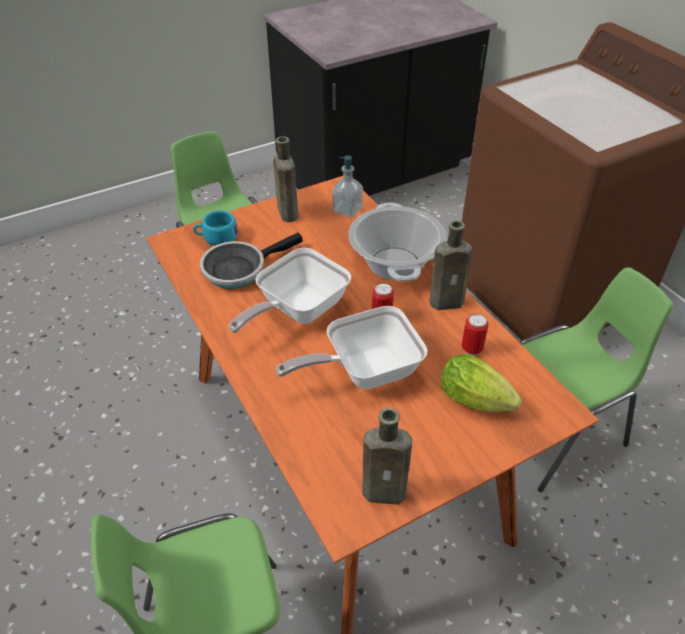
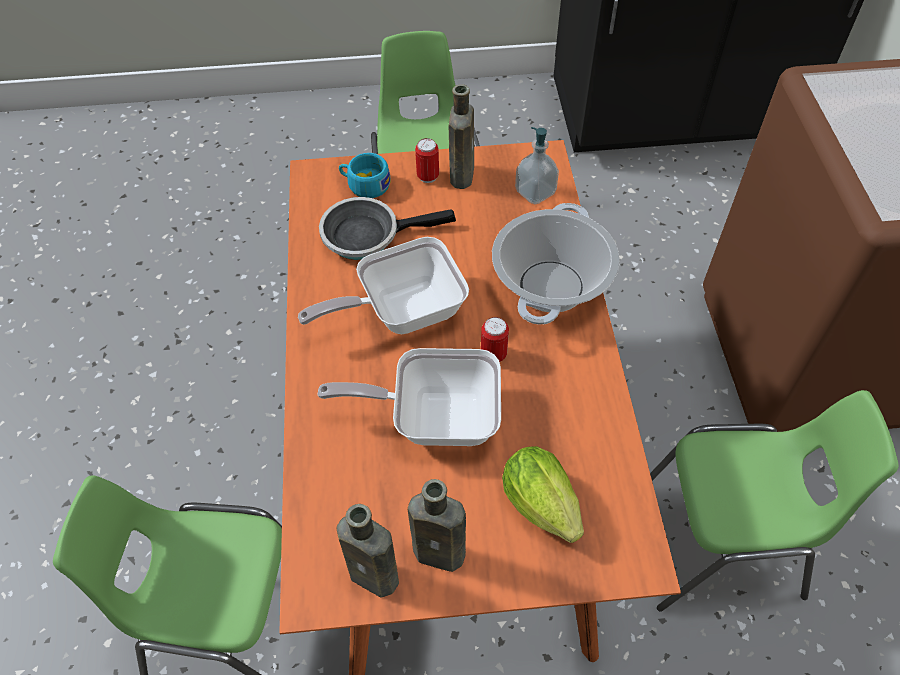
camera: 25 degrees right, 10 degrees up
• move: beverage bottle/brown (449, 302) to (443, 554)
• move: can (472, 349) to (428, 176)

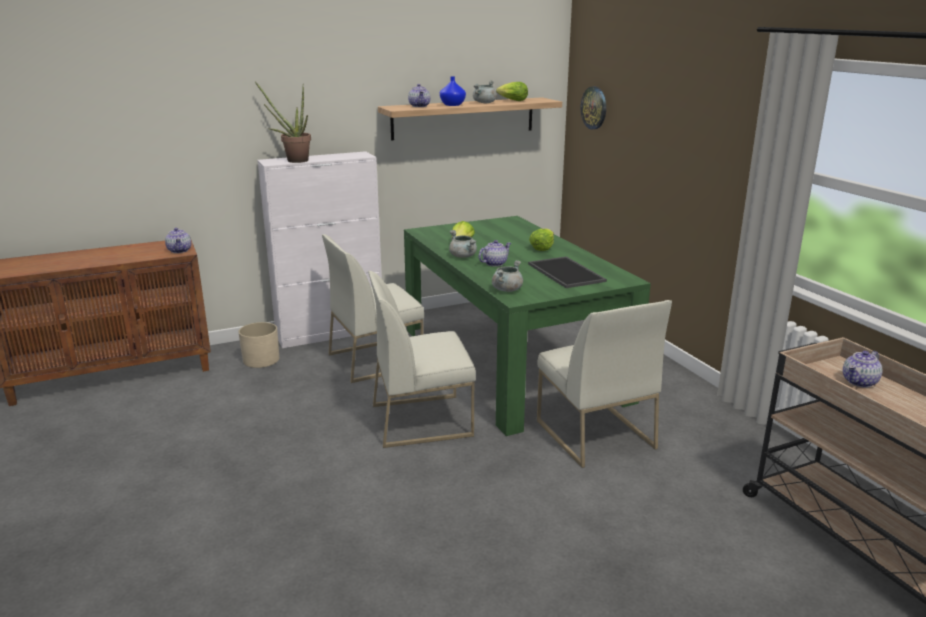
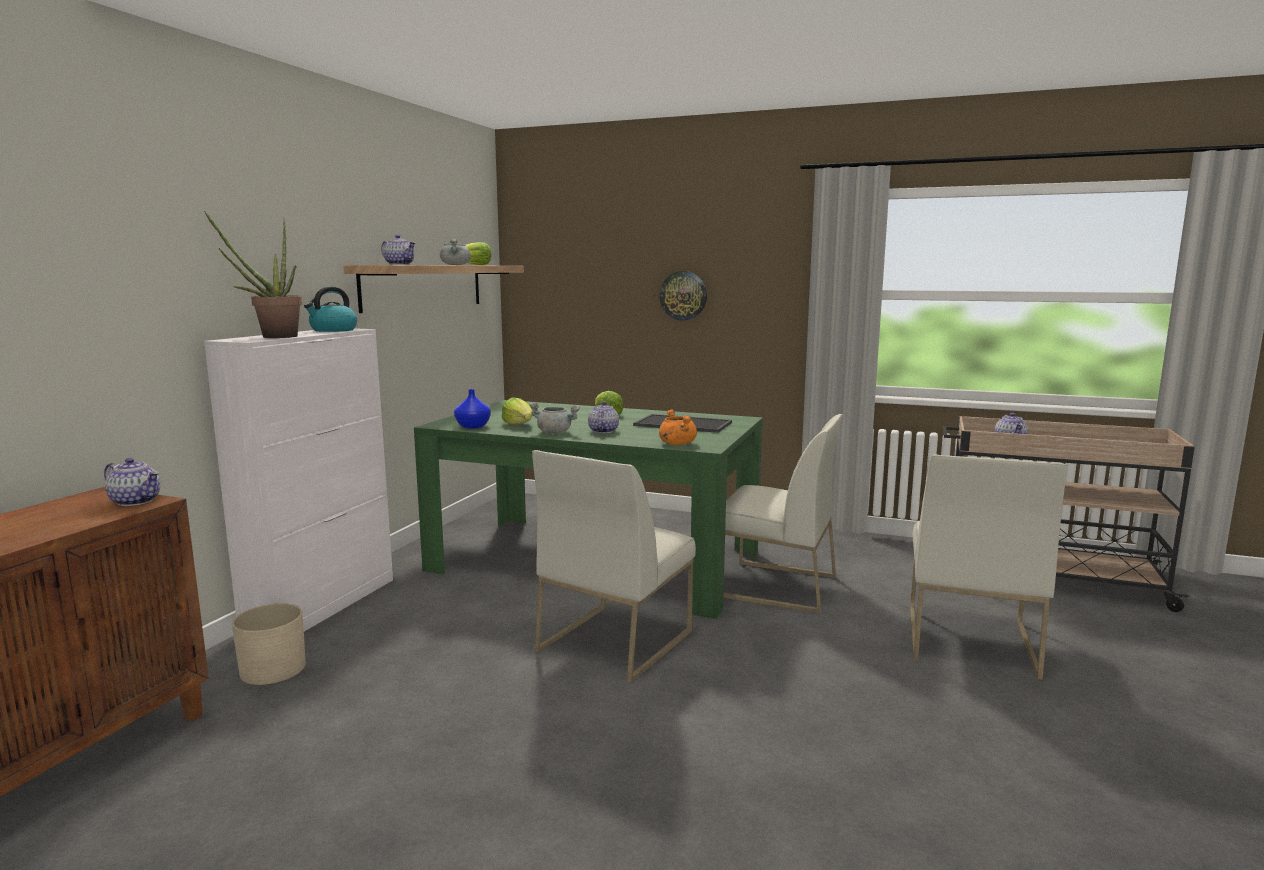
camera: 45 degrees left, 10 degrees down
• move: plain chair/white (376, 360) to (968, 640)
• move: decorative vase/blue-coloured (453, 105) to (473, 426)
• recolor: cooking pot/grey (507, 289) to cooking pot/orangey (676, 443)
• move: hanging clock (594, 108) to (683, 295)
• insert: kettle (333, 330)

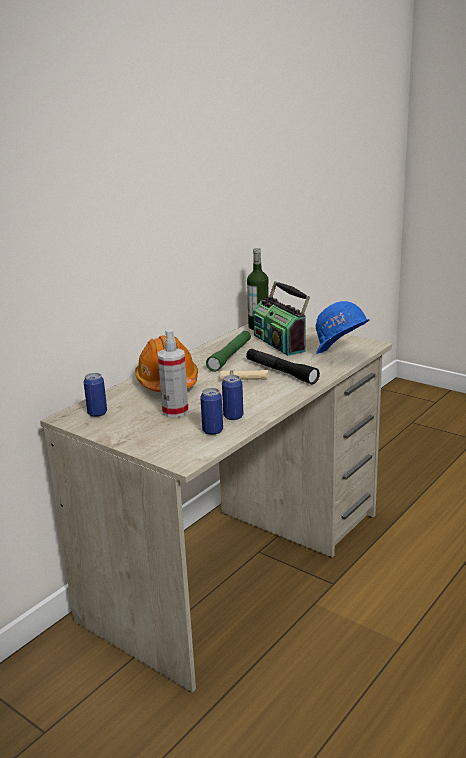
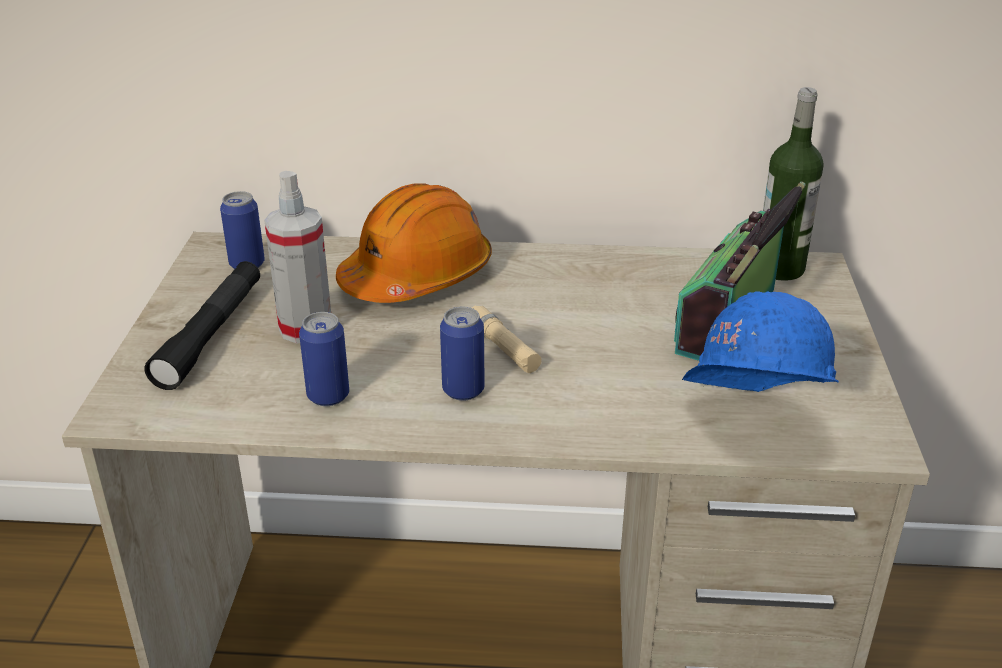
camera: 55 degrees right, 10 degrees up
• move: can (212, 431) to (463, 390)
• delete: flashlight/green-coloured (230, 356)
• move: flashlight/black (281, 372) to (211, 334)

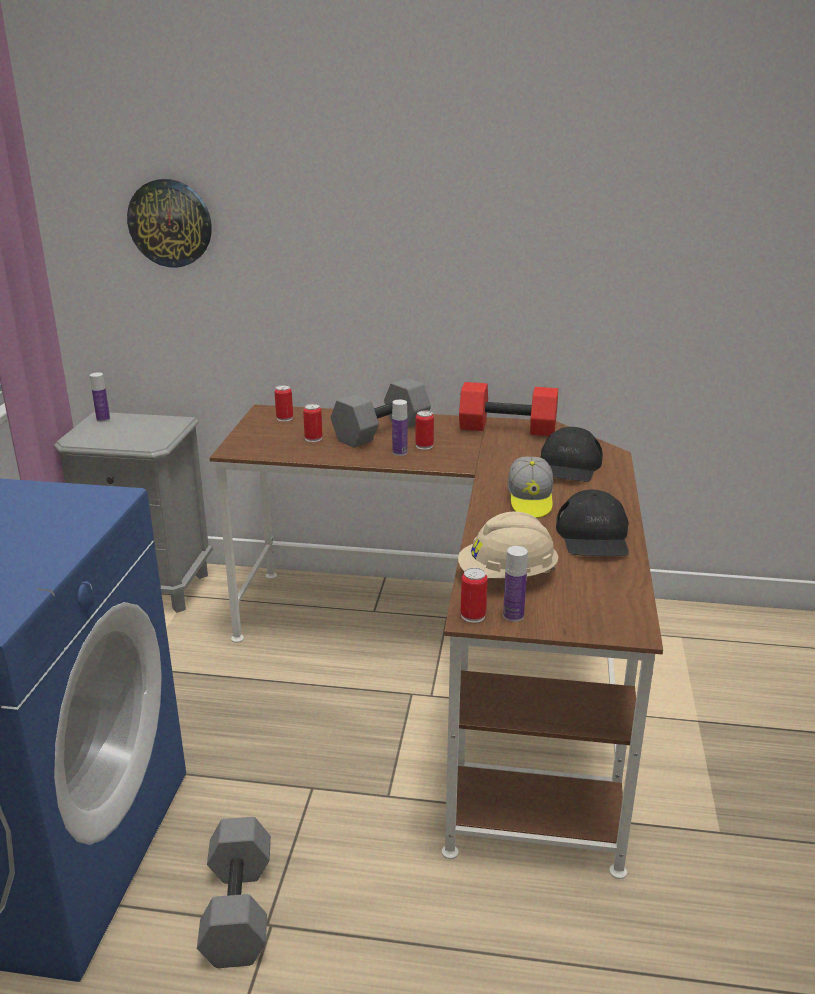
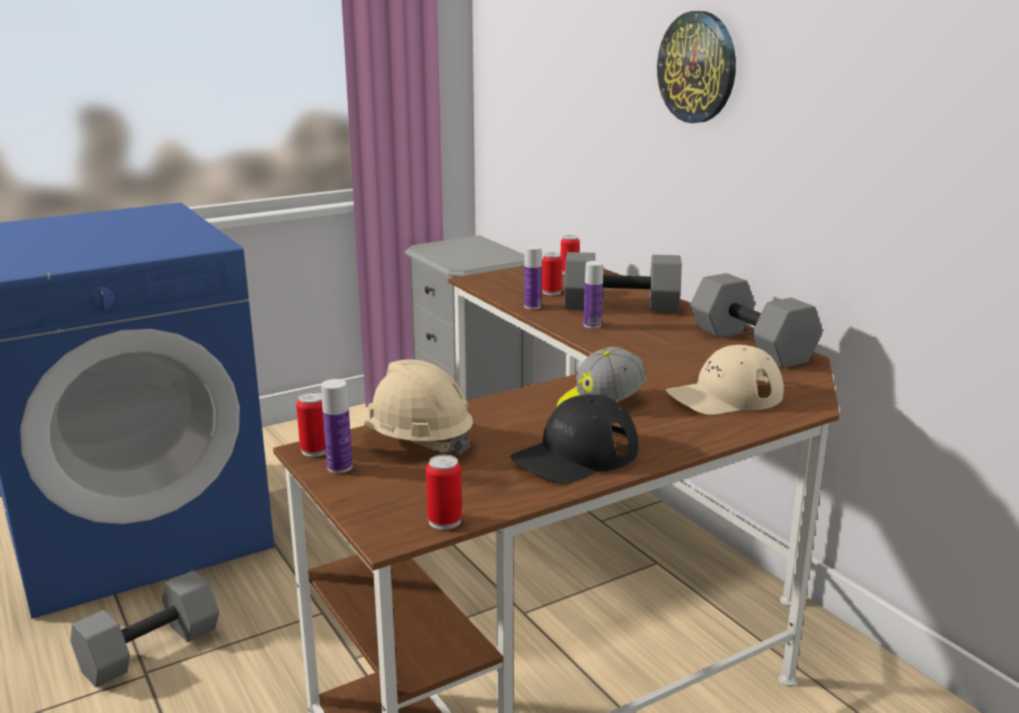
camera: 50 degrees right, 5 degrees down
• move: beverage bottle (103, 419) to (532, 306)
• move: hanging clock (170, 223) to (697, 67)
• move: can (424, 446) to (445, 521)
• recolor: dumbbell/reddish (506, 429) to dumbbell/grey (748, 345)
• recolor: baseball cap/black (569, 466) to baseball cap/beige (724, 396)

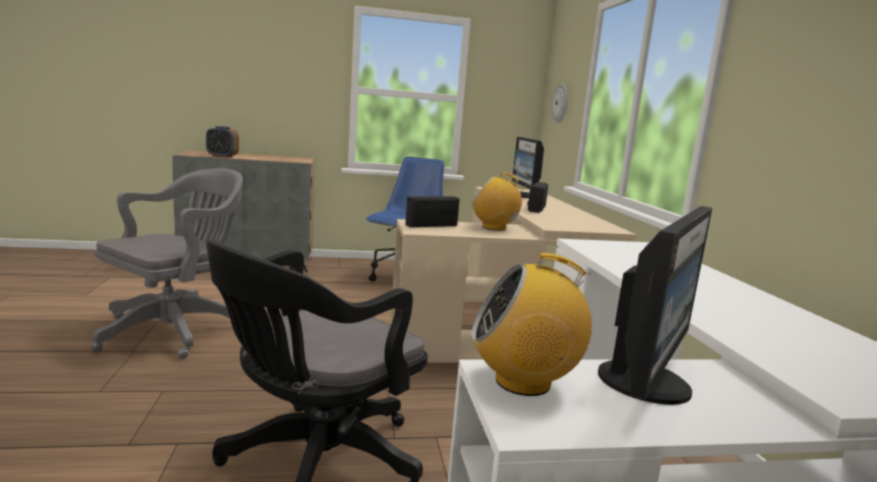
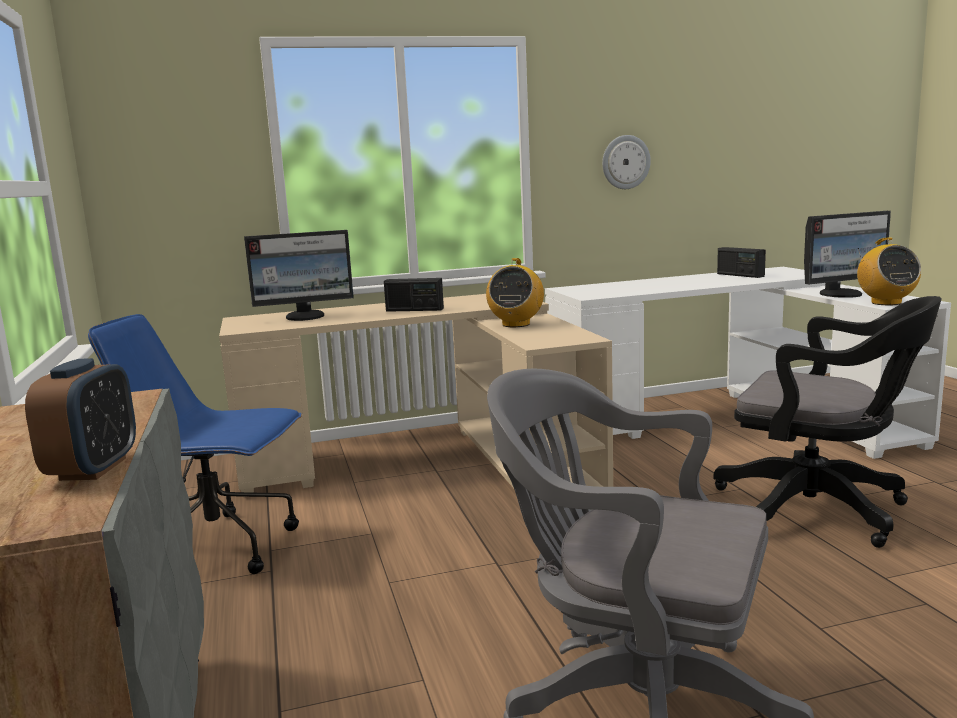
camera: 95 degrees left, 0 degrees up
• move: radio (431, 225) to (740, 275)
• move: hanging clock (560, 103) to (625, 162)
• rotate: monitor (647, 383) = (842, 294) 135 degrees clockwise

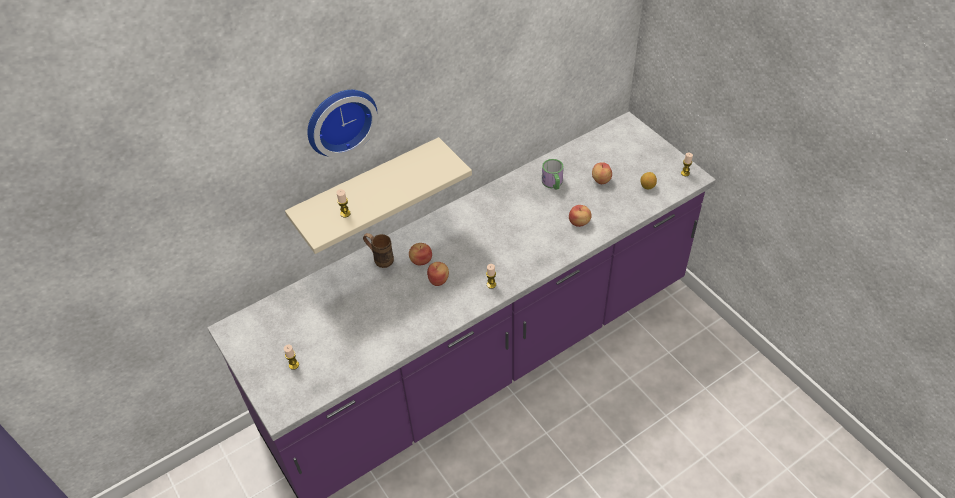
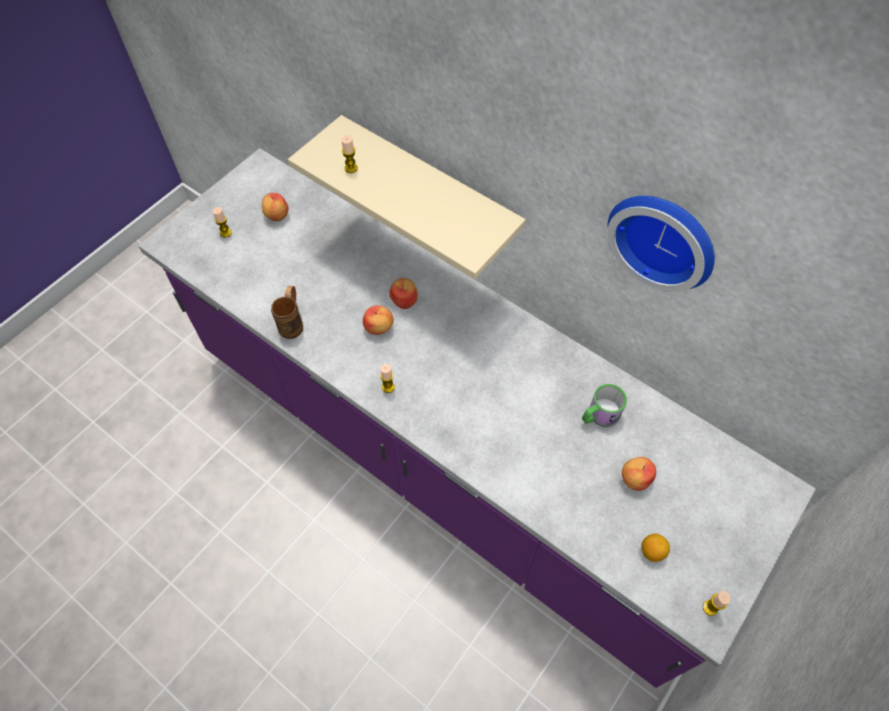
camera: 70 degrees right, 10 degrees up
• move: hanging clock (339, 119) to (664, 237)
• move: tea mug/brown (380, 258) to (293, 323)
• move: whole apple (579, 222) to (276, 215)

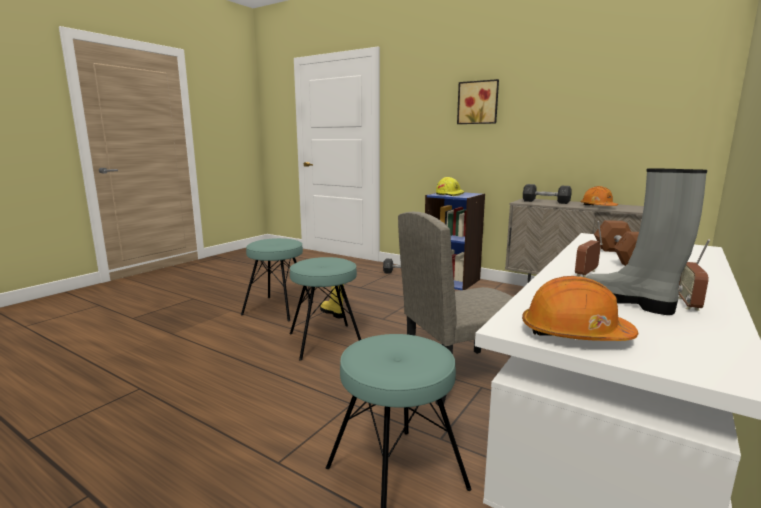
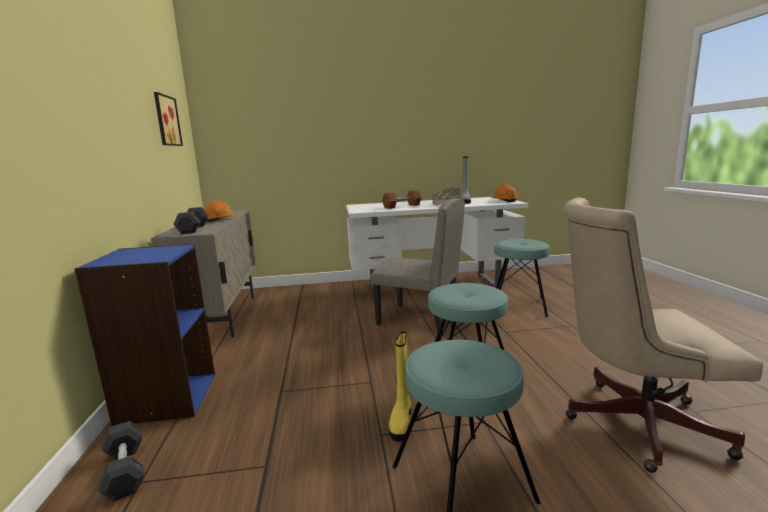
camera: 130 degrees left, 0 degrees up
• delete: safety helmet/yellow (450, 194)
• move: wall picture (478, 102) to (165, 120)
• insert: desk chair/beige (631, 422)

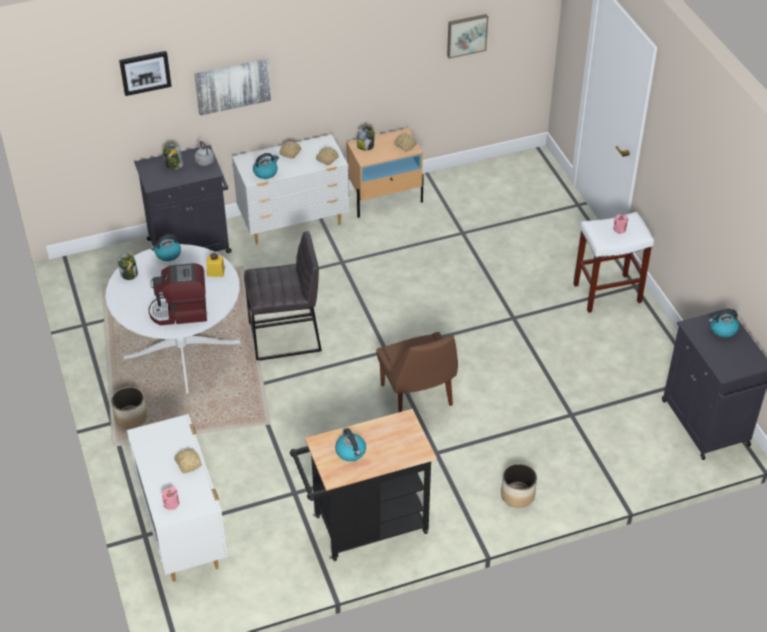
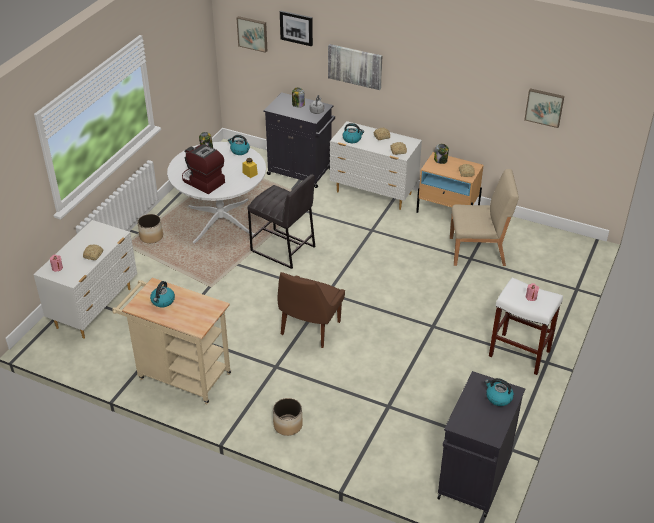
camera: 45 degrees right, 5 degrees down
• recolor: trolley/black (363, 527) to trolley/beige (179, 375)
• insert: wall picture (253, 33)
• insert: plain chair/beige (478, 251)

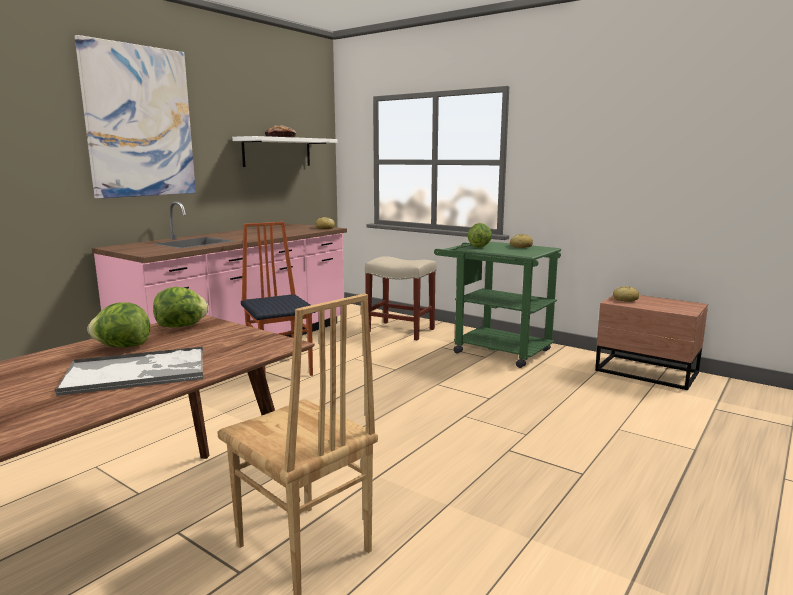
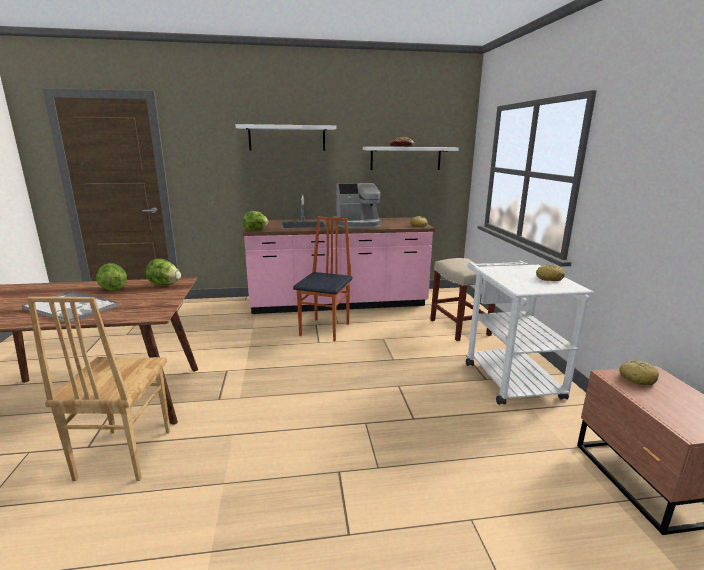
camera: 45 degrees right, 5 degrees up
• replace: wall picture (139, 122) to bracket shelf/white (287, 138)
• recolor: trolley/green-coloured (494, 350) to trolley/white (508, 376)
• move: head of lettuce (479, 247) to (256, 230)
• insert: coffee machine (358, 224)

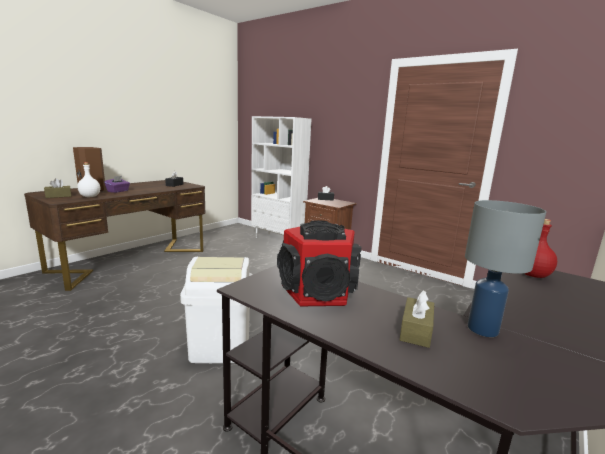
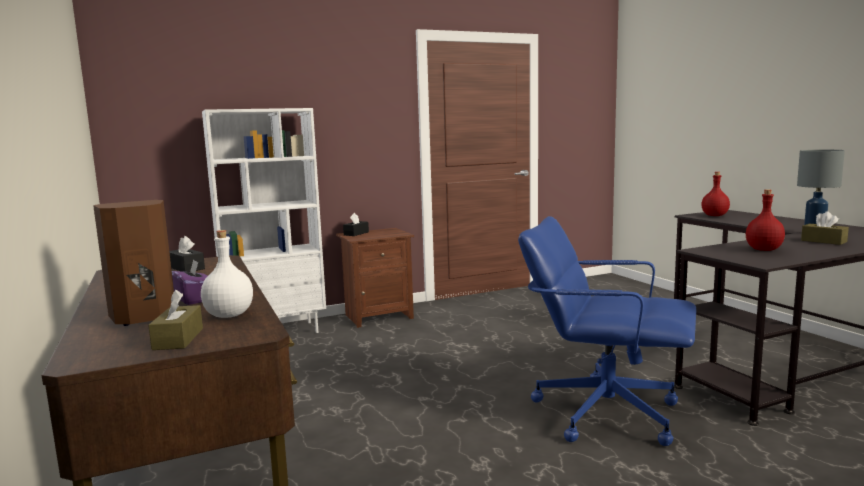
camera: 60 degrees left, 5 degrees down
• replace: waste bin/white (220, 347) to desk chair/blue-coloured (604, 412)
• replace: speaker (318, 291) to beverage bottle/reddish (763, 249)

